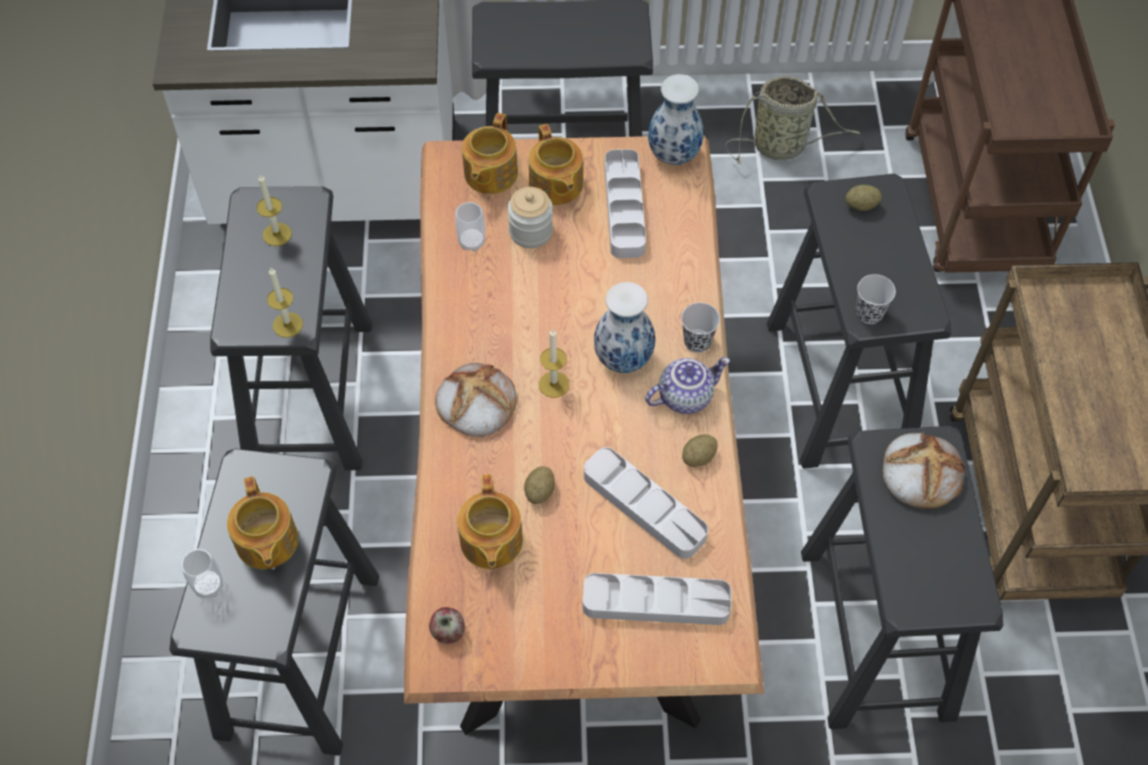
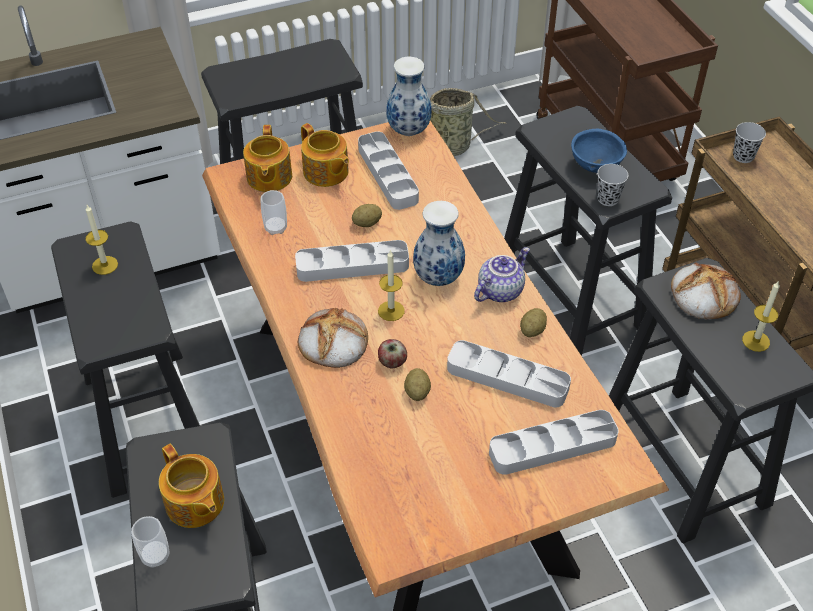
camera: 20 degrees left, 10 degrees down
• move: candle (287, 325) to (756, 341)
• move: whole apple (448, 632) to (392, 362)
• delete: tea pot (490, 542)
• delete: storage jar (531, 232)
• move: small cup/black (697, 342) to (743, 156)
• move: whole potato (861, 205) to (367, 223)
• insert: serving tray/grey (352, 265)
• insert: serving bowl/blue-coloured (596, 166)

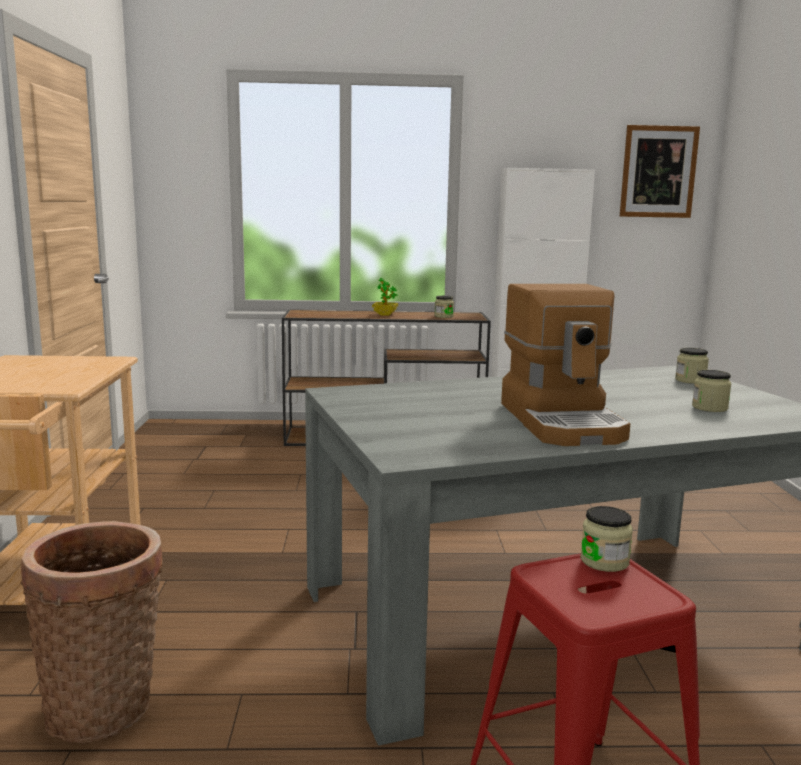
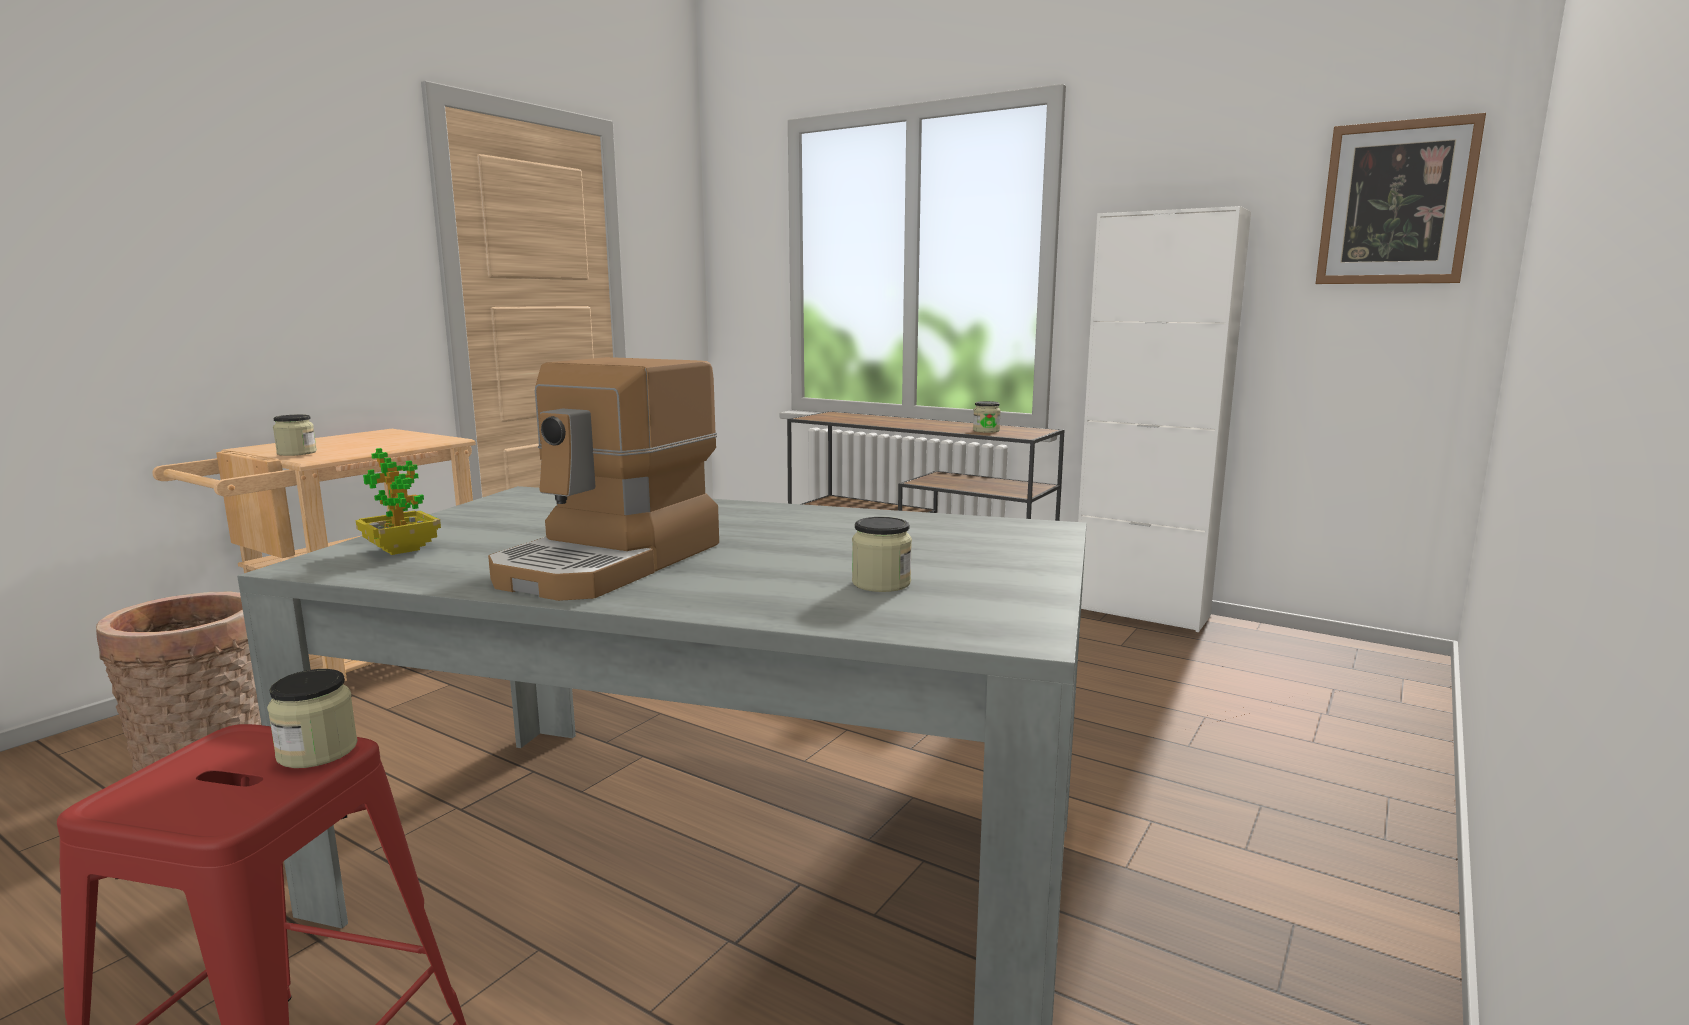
camera: 35 degrees right, 0 degrees up
• move: houseplant (385, 314) to (401, 549)
• move: storage jar (690, 380) to (297, 453)

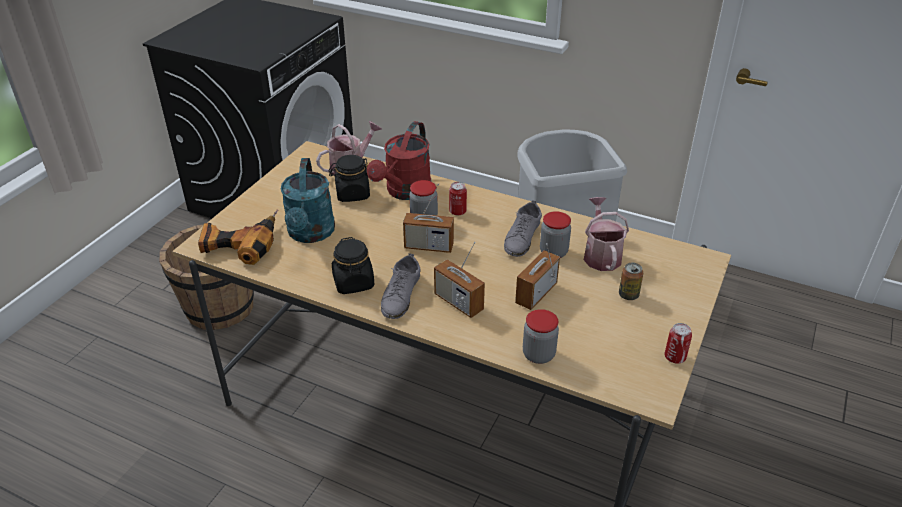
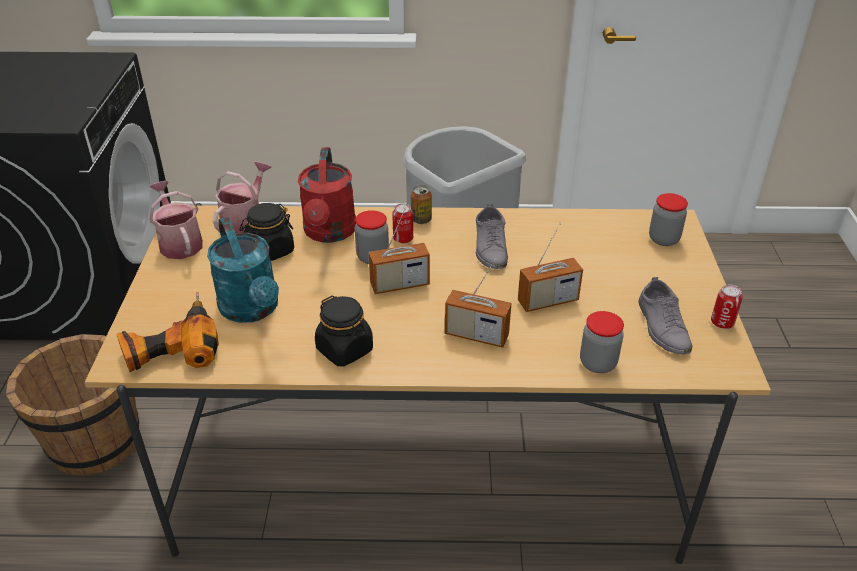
camera: 25 degrees left, 0 degrees up
• move: item of footwear/grey (401, 295) to (662, 327)
• rotate: radio (536, 293) = (548, 301) 120 degrees counterclockwise
• move: storage jar (553, 252) to (663, 239)
• move: sprinkling can (601, 254) to (179, 242)
• move: can (628, 295) to (421, 220)

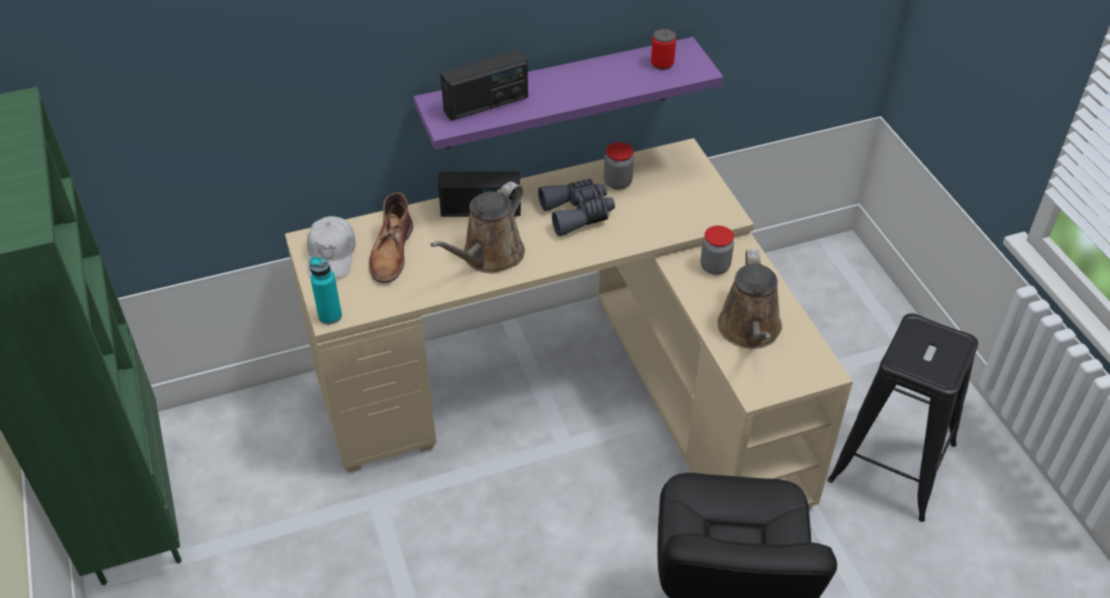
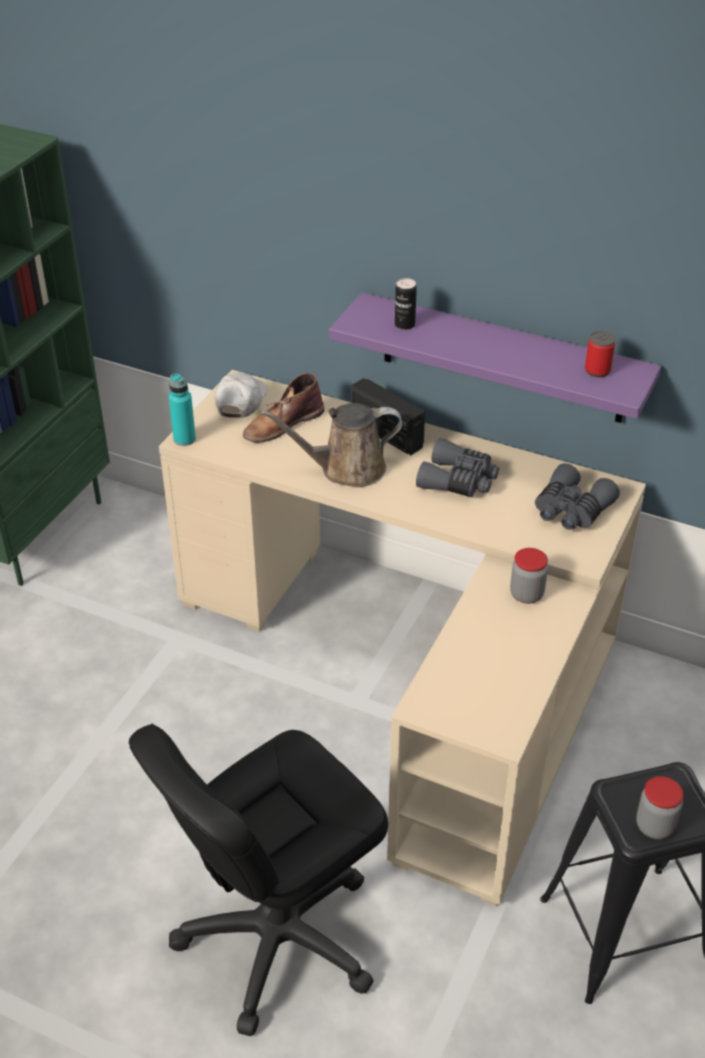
camera: 45 degrees right, 5 degrees down
• rotate: baseball cap/white (332, 255) = (241, 401) 150 degrees clockwise
• replace: radio (486, 104) to can (404, 325)
• move: storage jar (618, 182) to (654, 826)
• delete: sprinkling can/brown (750, 331)
• insert: pair of binoculars/grey (571, 510)

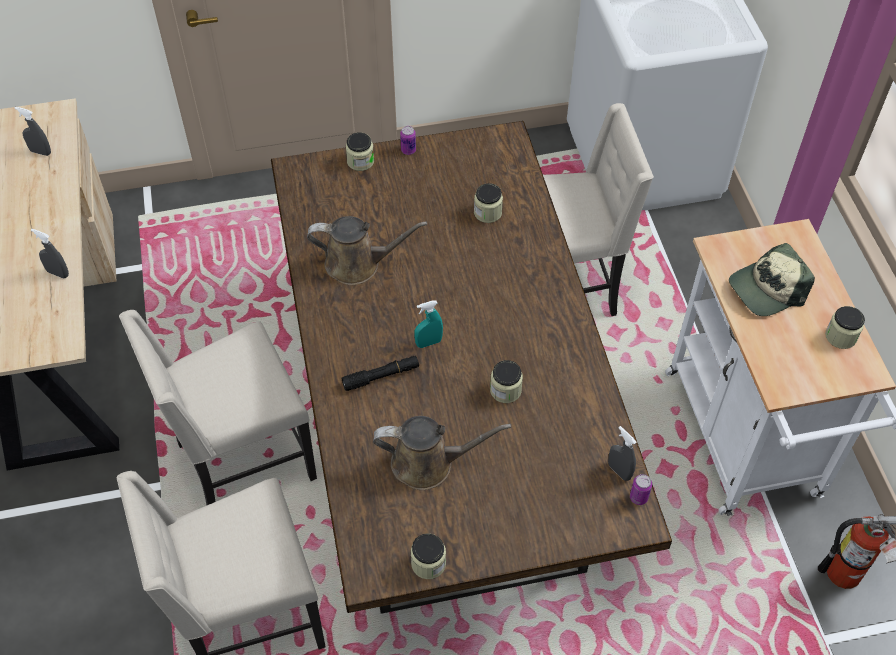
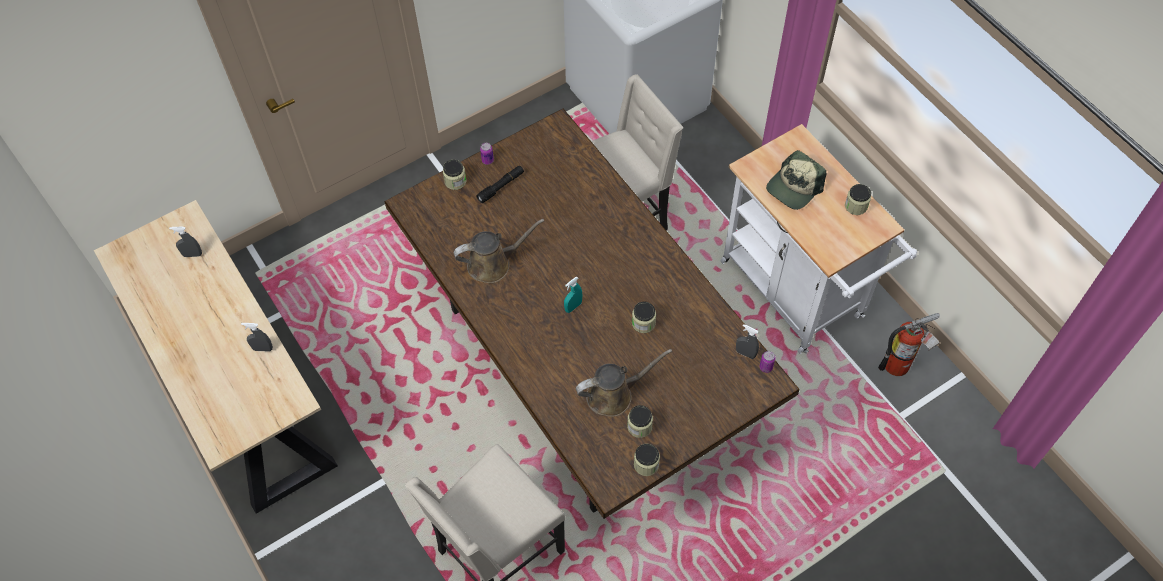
camera: 20 degrees left, 5 degrees up
• delete: plain chair/beige (242, 460)
• move: flashlight/black (381, 376) to (501, 187)
• move: storage jar (487, 213) to (639, 426)

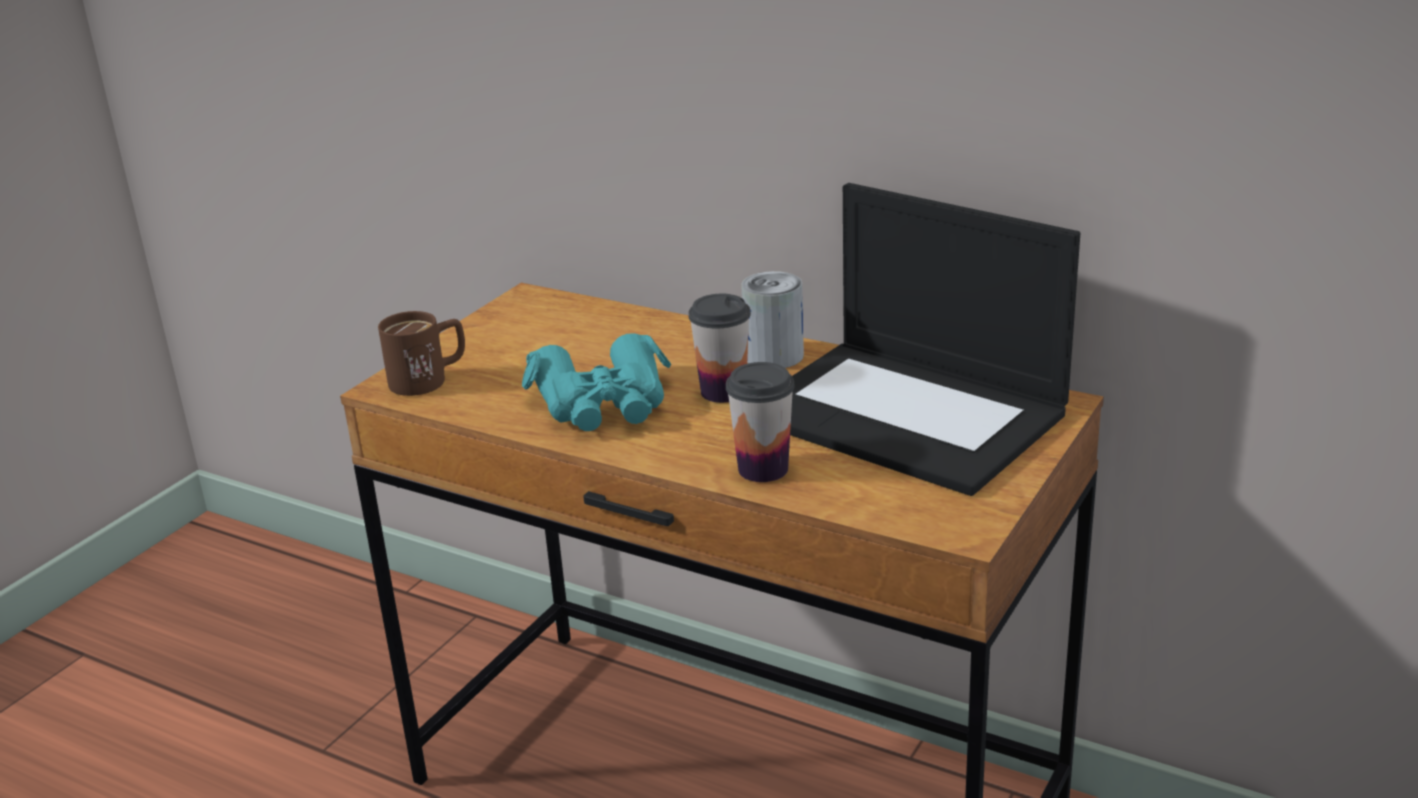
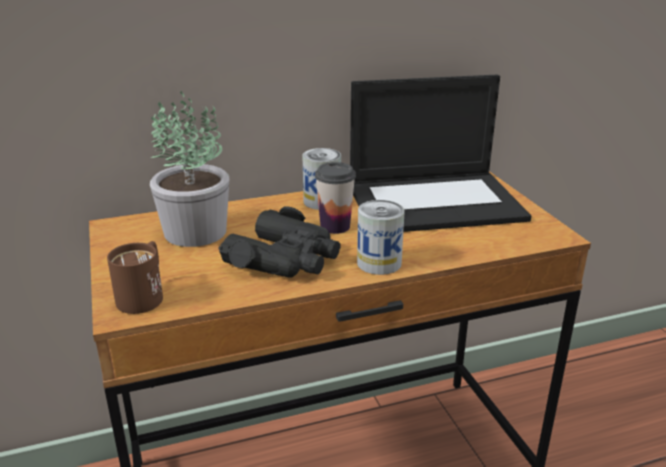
camera: 50 degrees left, 0 degrees up
• recolor: pair of binoculars/blue-green (603, 403) to pair of binoculars/black (285, 259)
• delete: small cup (763, 469)
• insert: houseplant (194, 231)
• insert: can (379, 263)

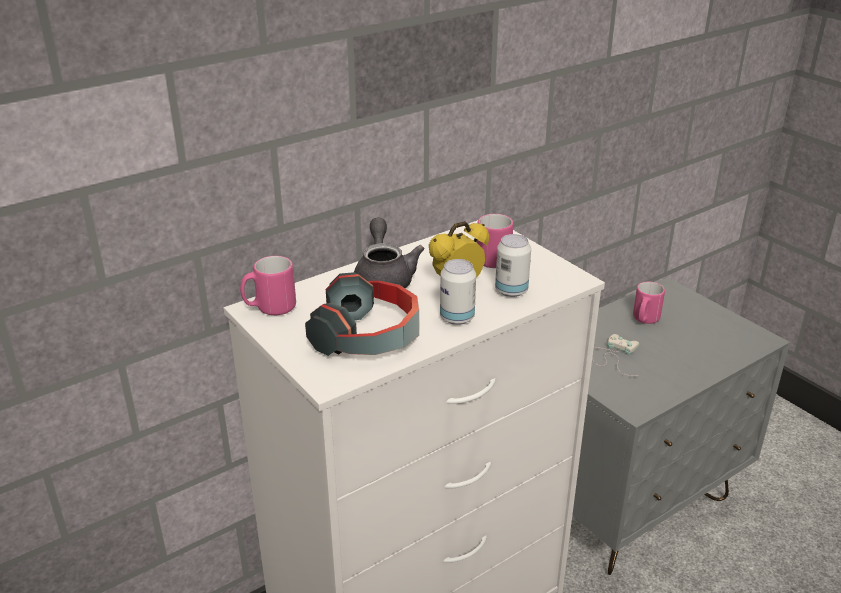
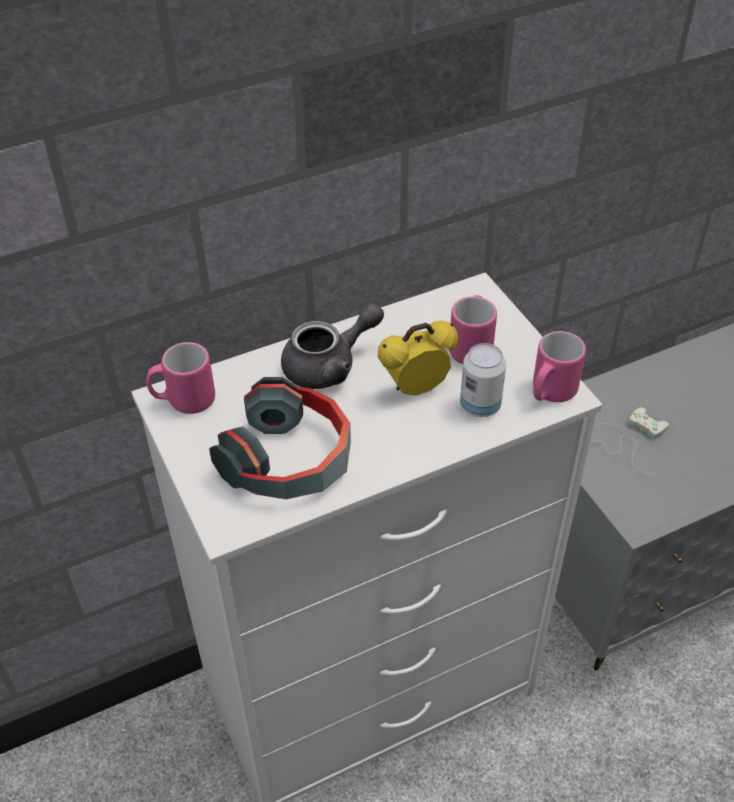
camera: 10 degrees right, 15 degrees up
• rotate: tea pot/grey (384, 277) = (329, 365) 60 degrees clockwise
• delete: can (457, 318)
• move: tea mug/pinkish (644, 320) to (550, 393)

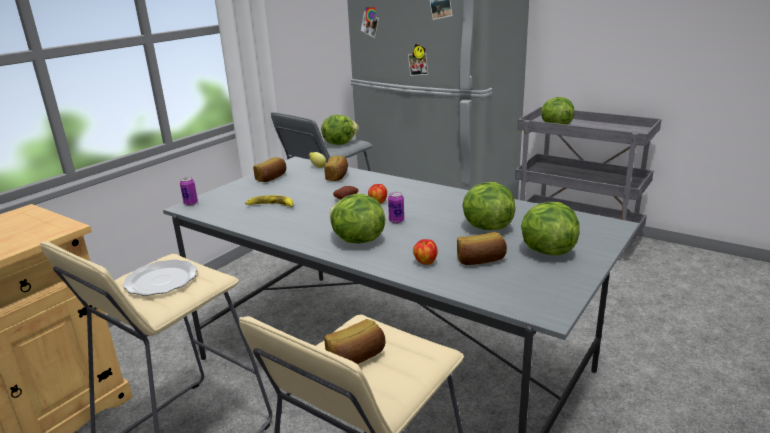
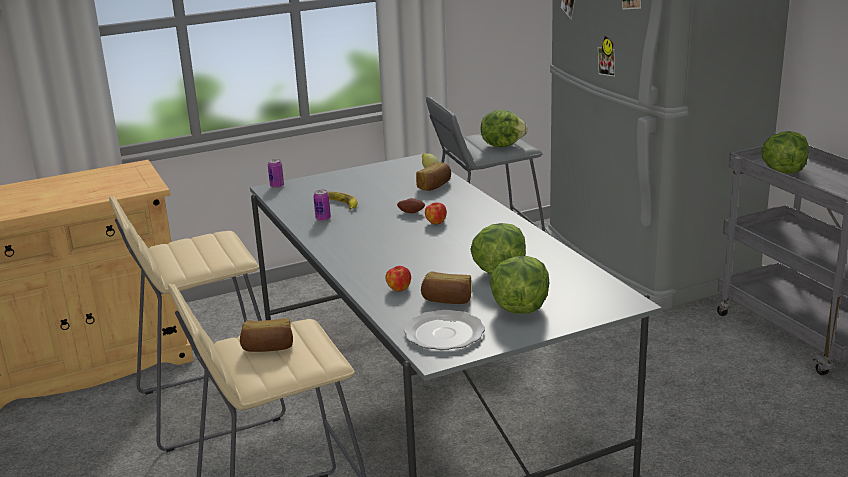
camera: 30 degrees right, 0 degrees up
• move: dinner plate (161, 281) to (443, 334)
• delete: bread (272, 178)
• delete: head of lettuce (357, 240)
• move: can (396, 221) to (323, 219)

